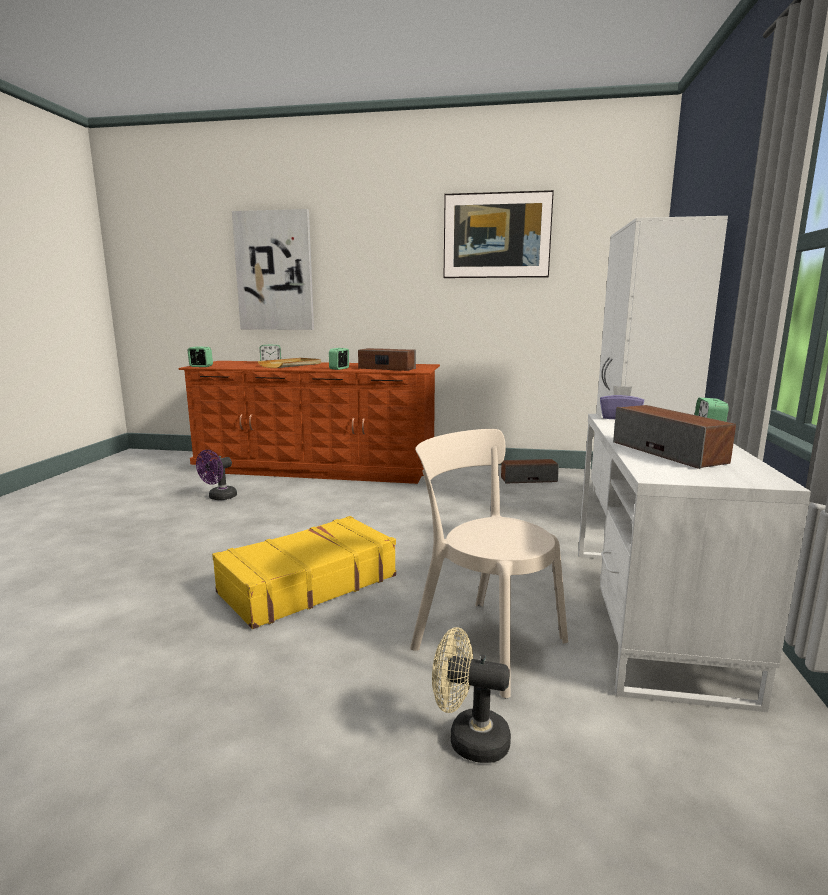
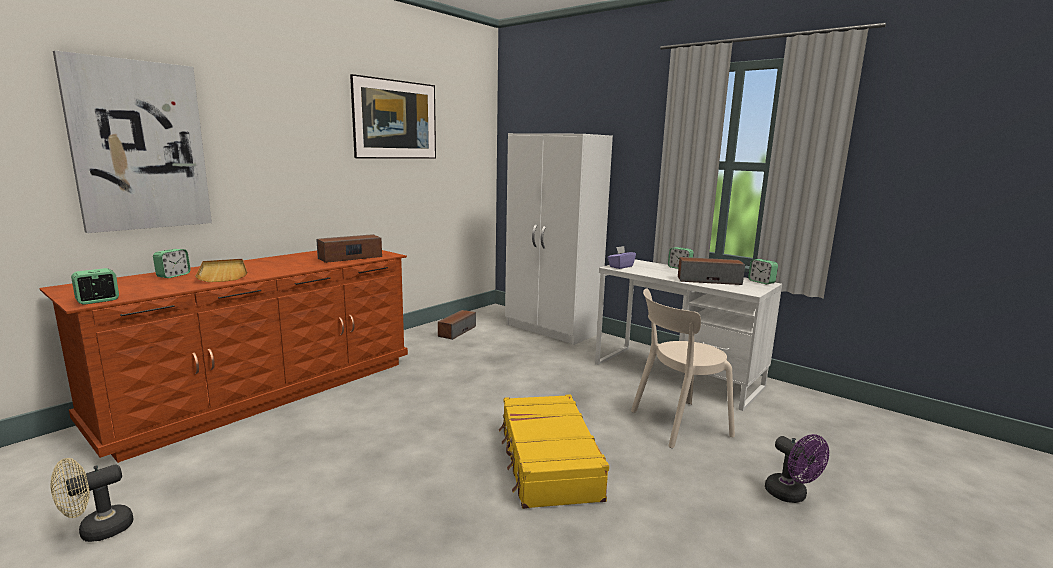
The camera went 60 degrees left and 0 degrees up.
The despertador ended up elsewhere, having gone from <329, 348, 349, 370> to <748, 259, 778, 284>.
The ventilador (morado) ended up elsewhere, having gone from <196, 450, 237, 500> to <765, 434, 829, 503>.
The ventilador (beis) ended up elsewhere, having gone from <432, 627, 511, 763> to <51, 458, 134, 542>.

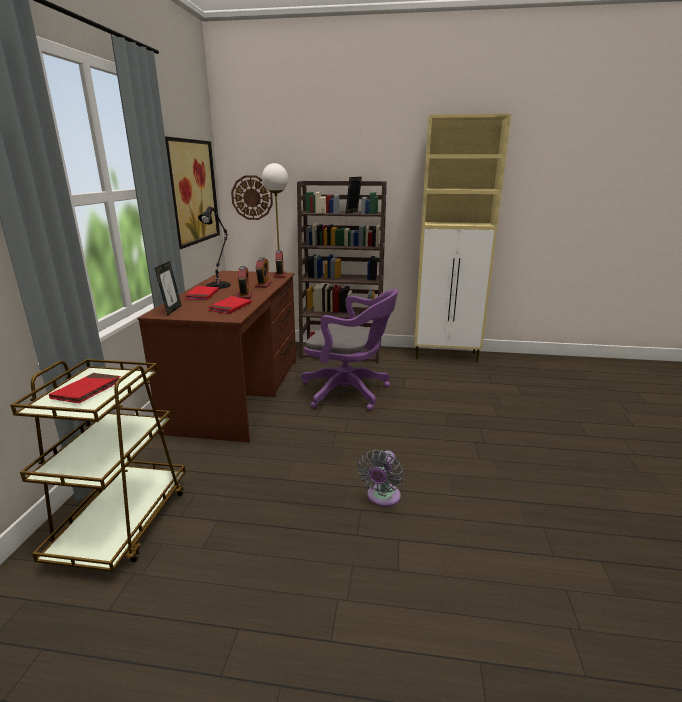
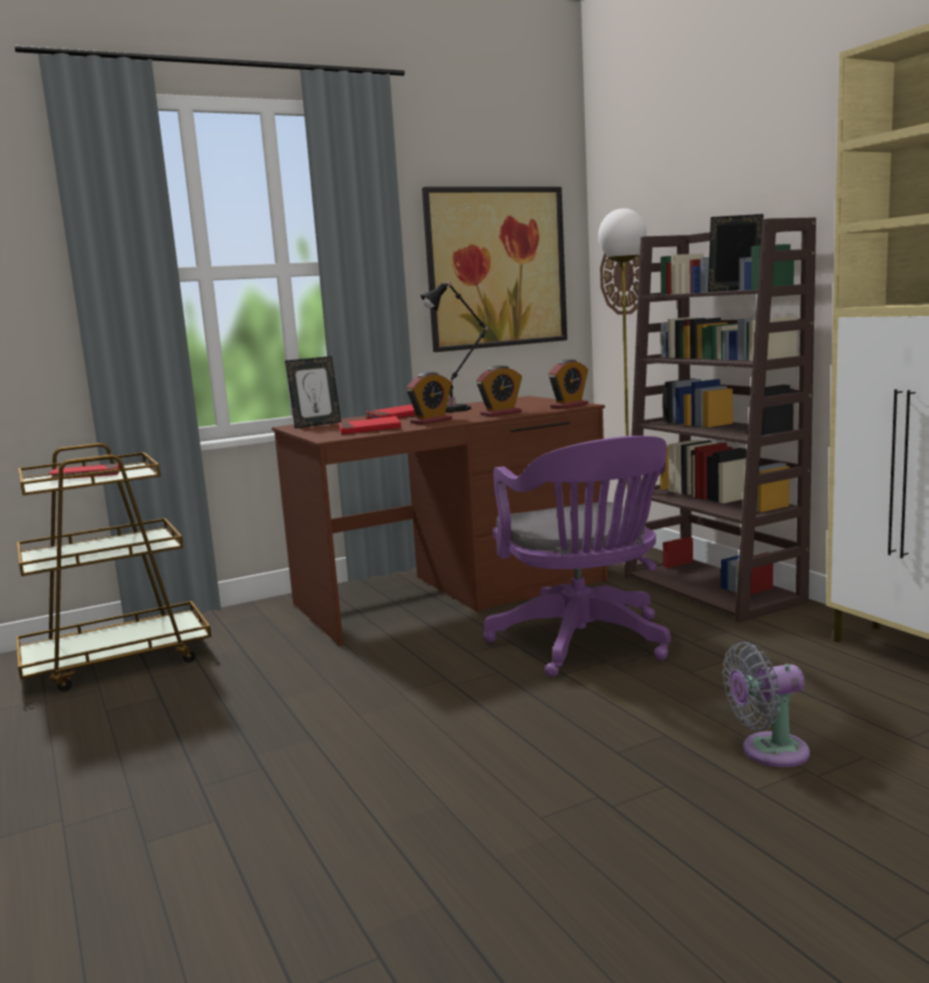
The camera went 55 degrees right and 10 degrees down.
The ventilador (gris) ended up elsewhere, having gone from <358, 450, 403, 507> to <722, 642, 810, 767>.

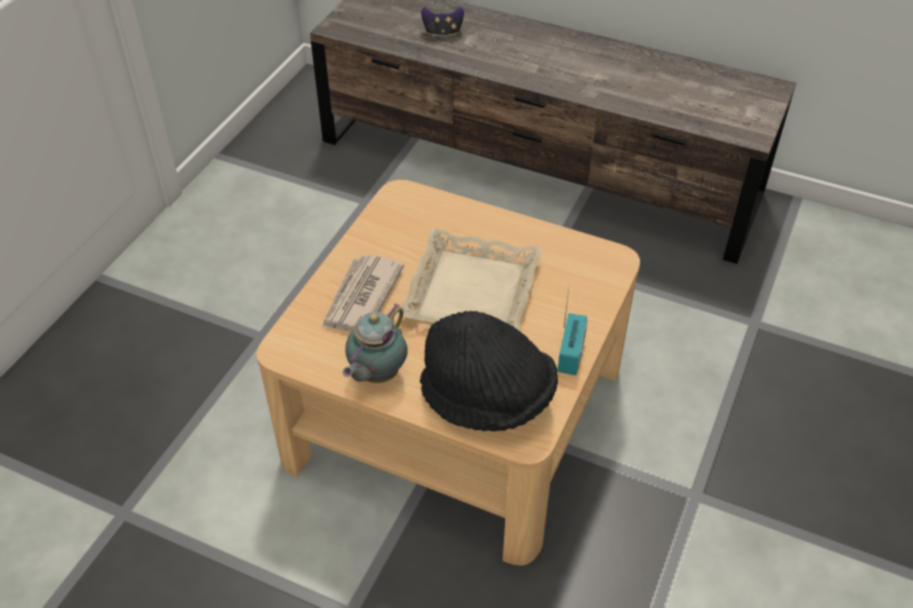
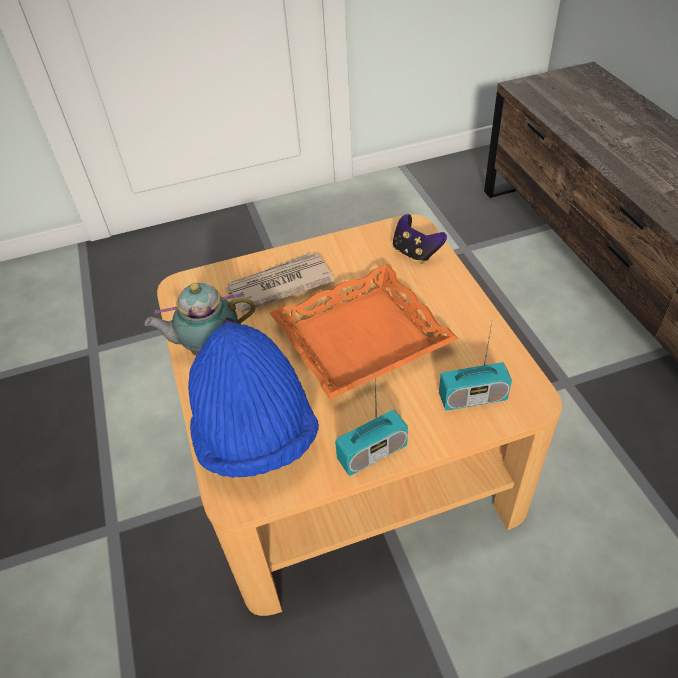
The camera went 50 degrees right and 0 degrees up.
The mando de consola ended up elsewhere, having gone from <421, 7, 464, 37> to <393, 214, 447, 264>.
What was the bandeja (beis) at <397, 228, 543, 330> turned into the bandeja (naranja) at <269, 264, 459, 400>.
What was the sombrero (negro) at <420, 311, 558, 431> turned into the sombrero (azul) at <188, 322, 319, 478>.
The second view gained the radio at <439, 323, 512, 411>.

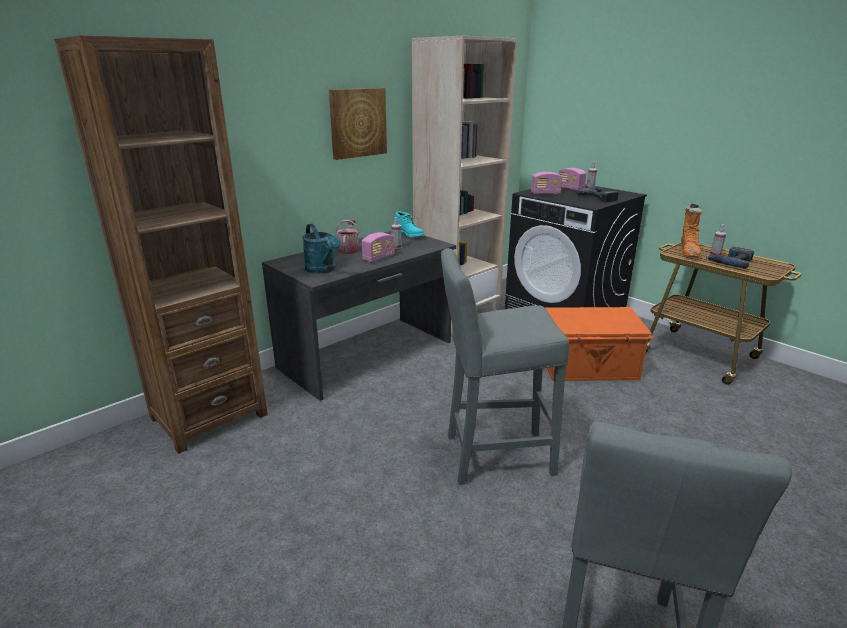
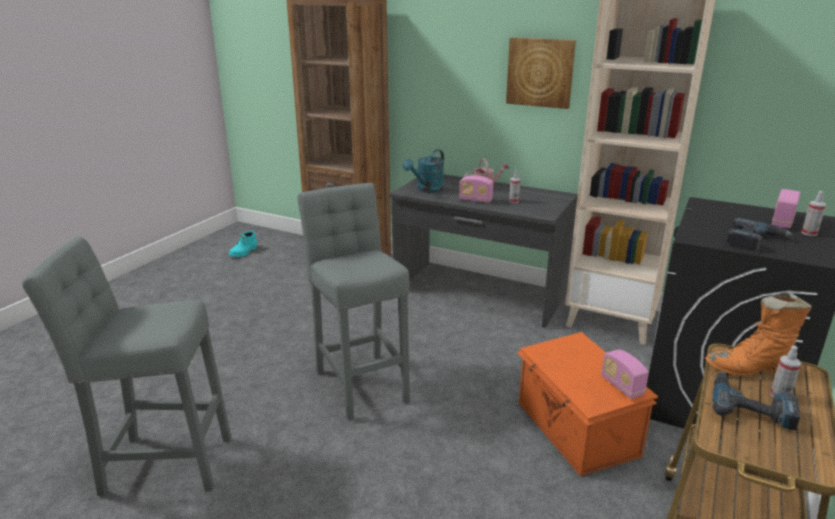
The camera went 70 degrees right and 0 degrees up.
The radio ended up elsewhere, having gone from <531, 172, 562, 195> to <601, 349, 649, 399>.
The bota (turquesa) ended up elsewhere, having gone from <396, 211, 424, 237> to <229, 231, 258, 257>.

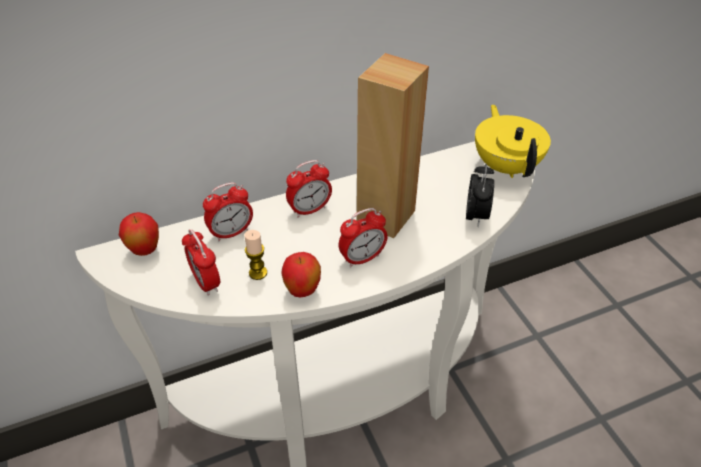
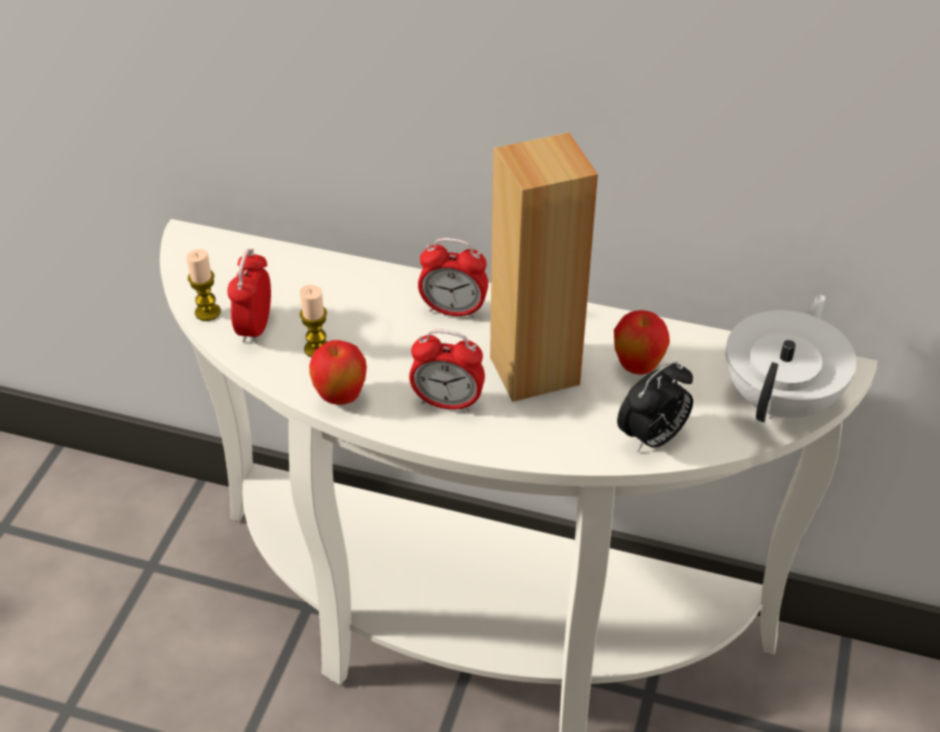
The camera went 40 degrees right and 0 degrees up.
What was the tetera (amarillo) at <475, 104, 551, 178> turned into the tetera (blanco) at <726, 294, 856, 422>.
The second view lost the despertador at <203, 183, 253, 241>.
The manzana ended up elsewhere, having gone from <119, 212, 159, 256> to <614, 310, 670, 375>.
The second view gained the vela at <186, 249, 221, 321>.

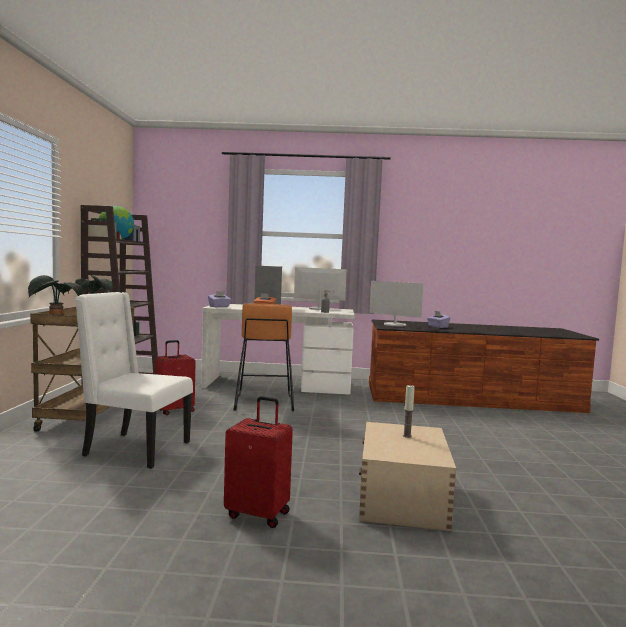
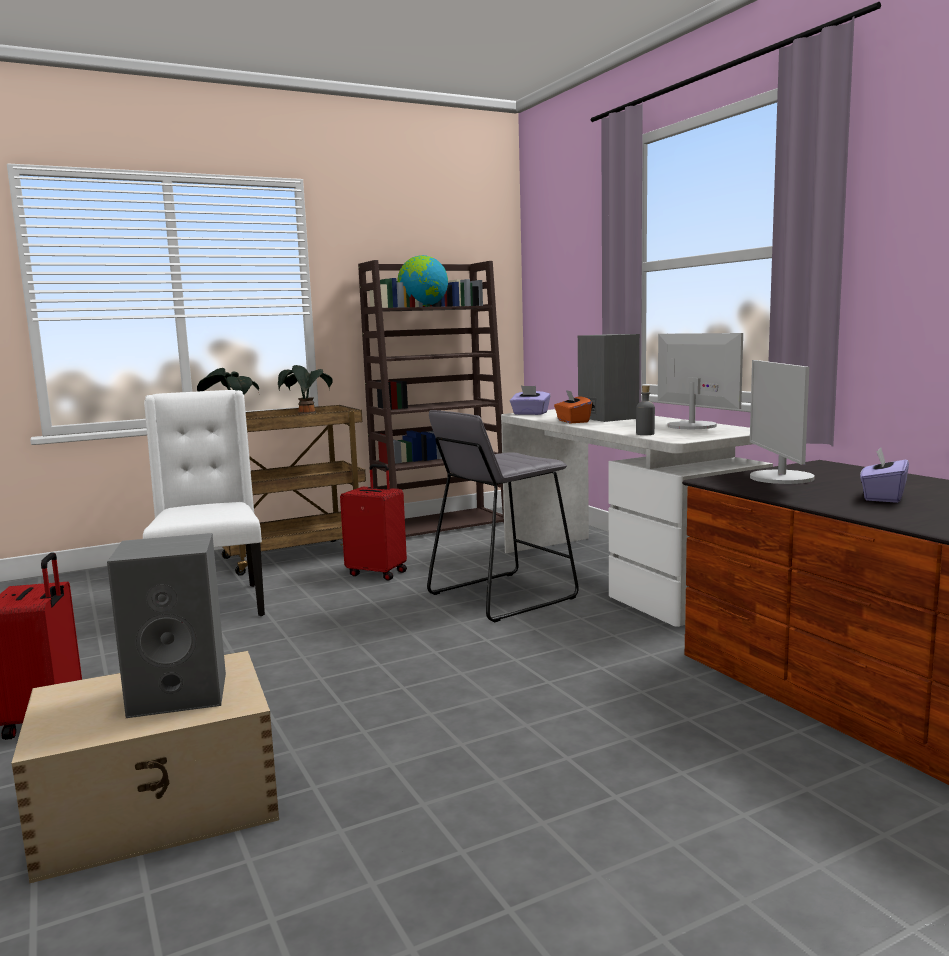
The camera went 60 degrees right and 5 degrees up.
What was the taburete (naranja) at <233, 304, 294, 411> turned into the taburete (gris) at <427, 410, 579, 622>.
Where the vela stood at <403, 385, 415, 438>, the altavoz (gris) came to stand at <107, 533, 226, 718>.

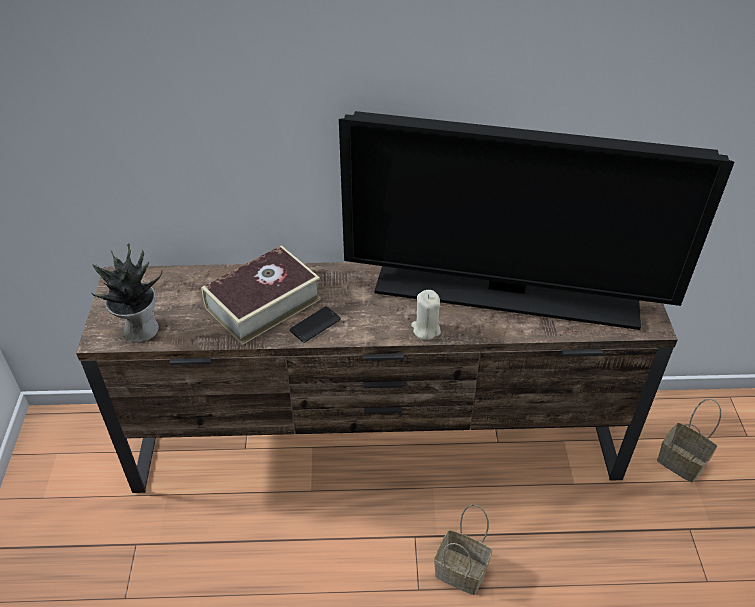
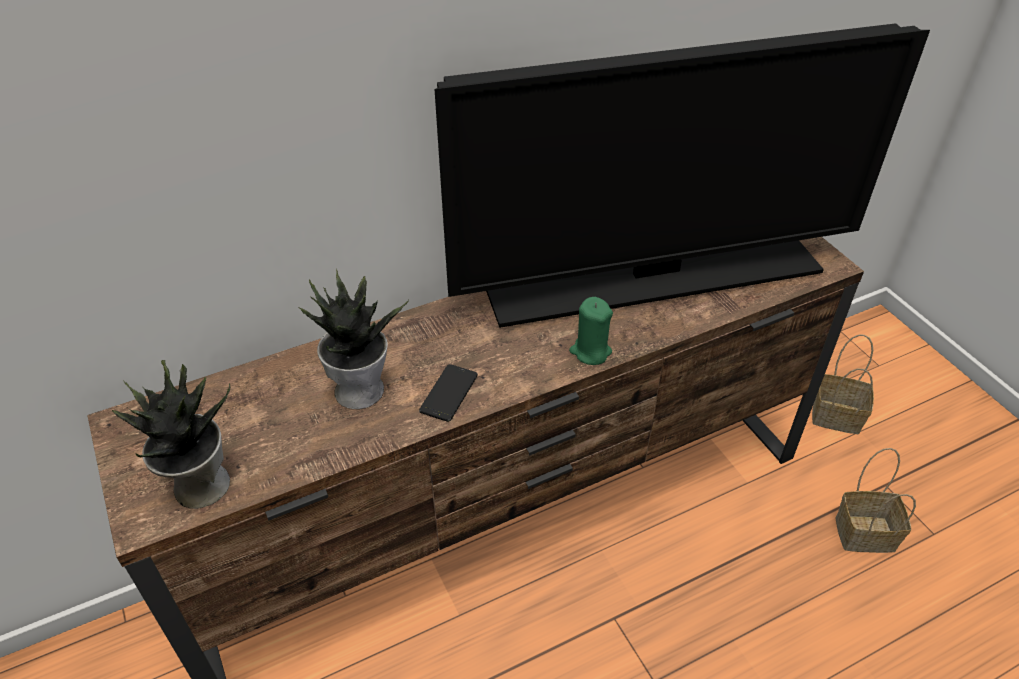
The camera went 25 degrees left and 0 degrees up.
Where the libro stood at <201, 245, 321, 345>, the planta en maceta came to stand at <299, 269, 409, 409>.
What was the vela (beis) at <411, 290, 441, 340> turned into the vela (verde) at <569, 297, 613, 365>.
The cesta ended up elsewhere, having gone from <434, 504, 492, 595> to <835, 448, 916, 553>.

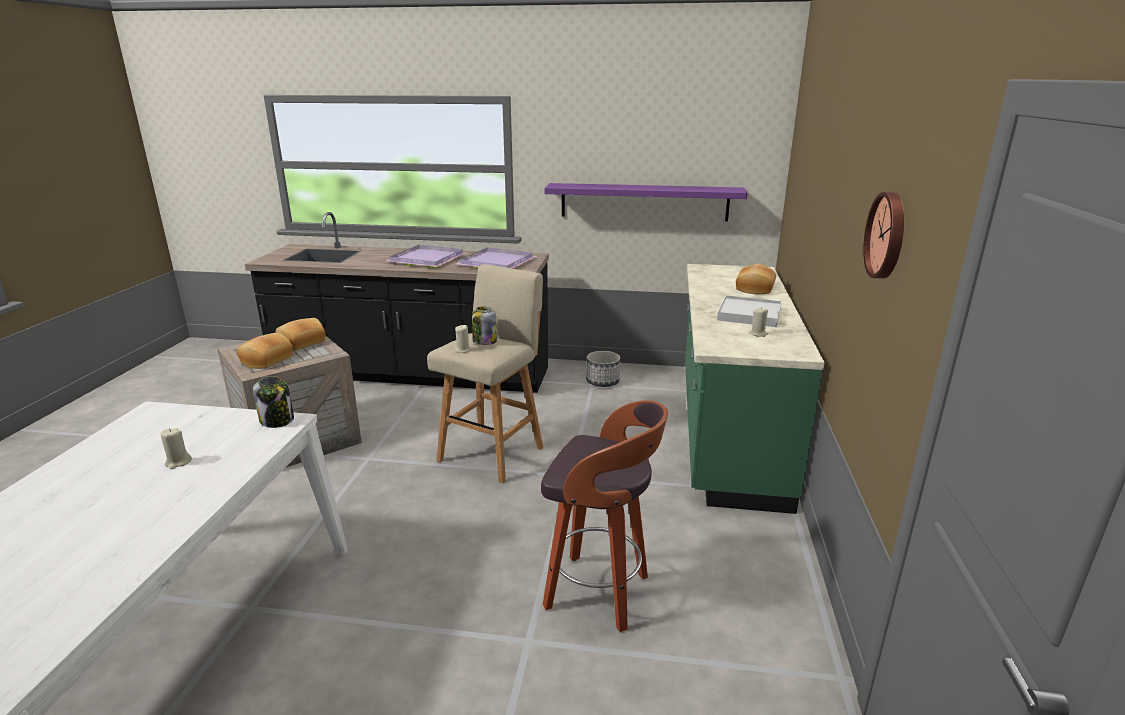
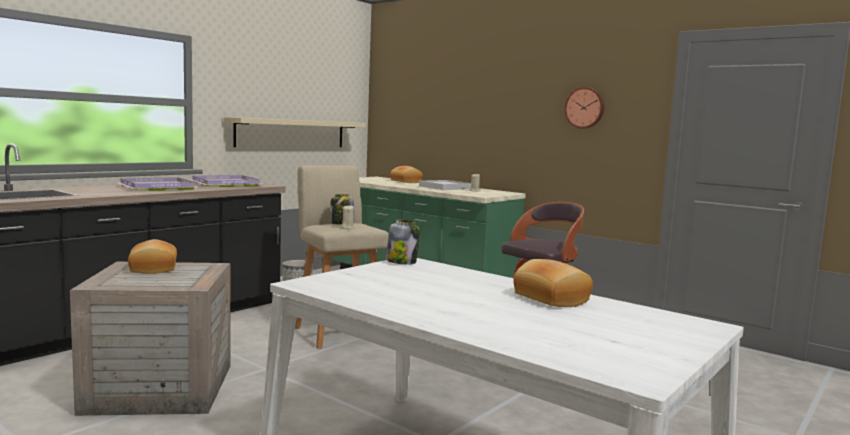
The camera went 60 degrees left and 15 degrees down.
What was the estante (morado) at <544, 183, 748, 221> turned into the estante (beis) at <224, 117, 366, 147>.
The pan ended up elsewhere, having gone from <237, 333, 293, 369> to <513, 259, 593, 307>.
The second view lost the vela (beis) at <160, 428, 192, 469>.

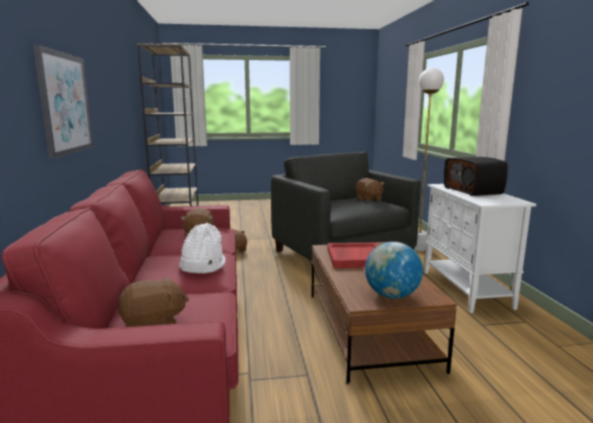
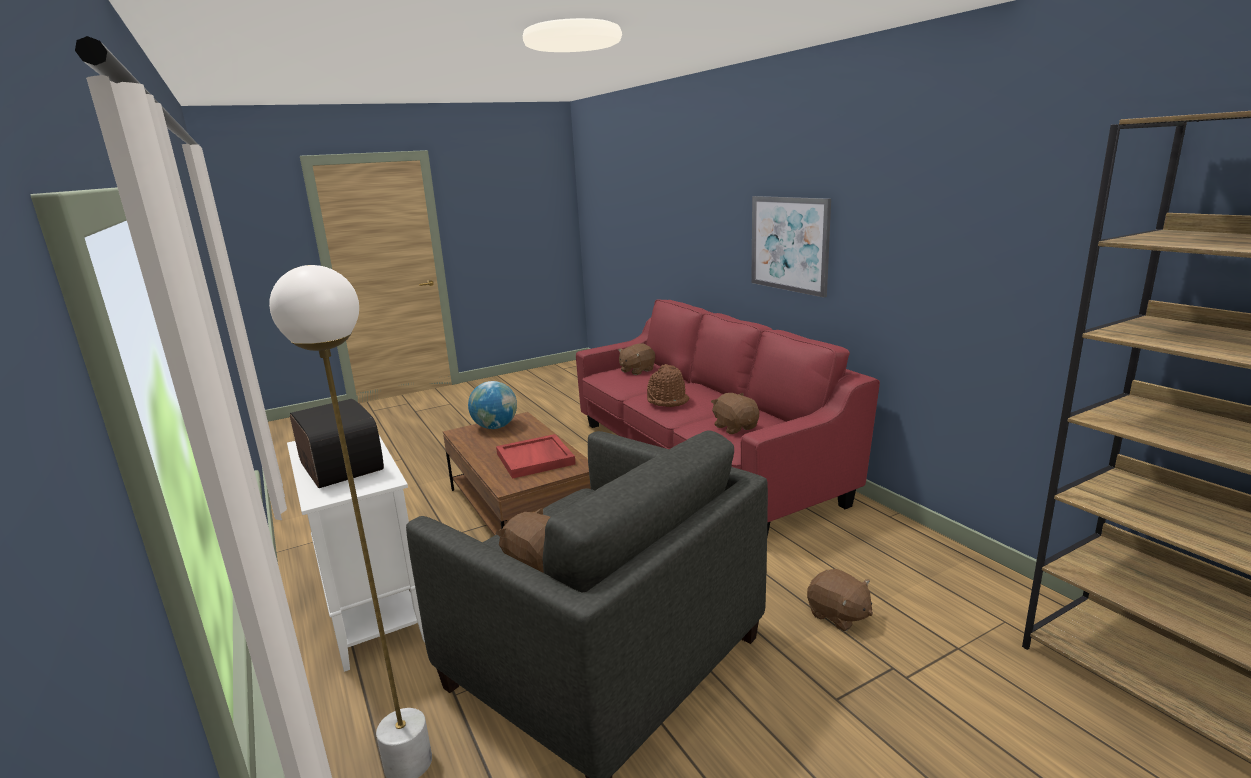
The camera went 160 degrees right and 5 degrees up.
What was the sombrero (blanco) at <179, 223, 226, 273> turned into the sombrero (marrón) at <647, 364, 689, 407>.

